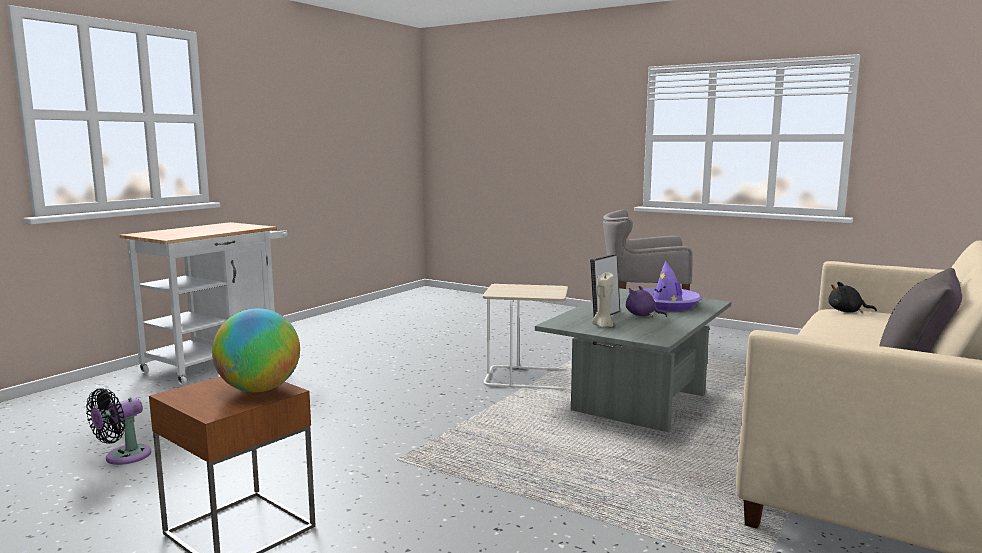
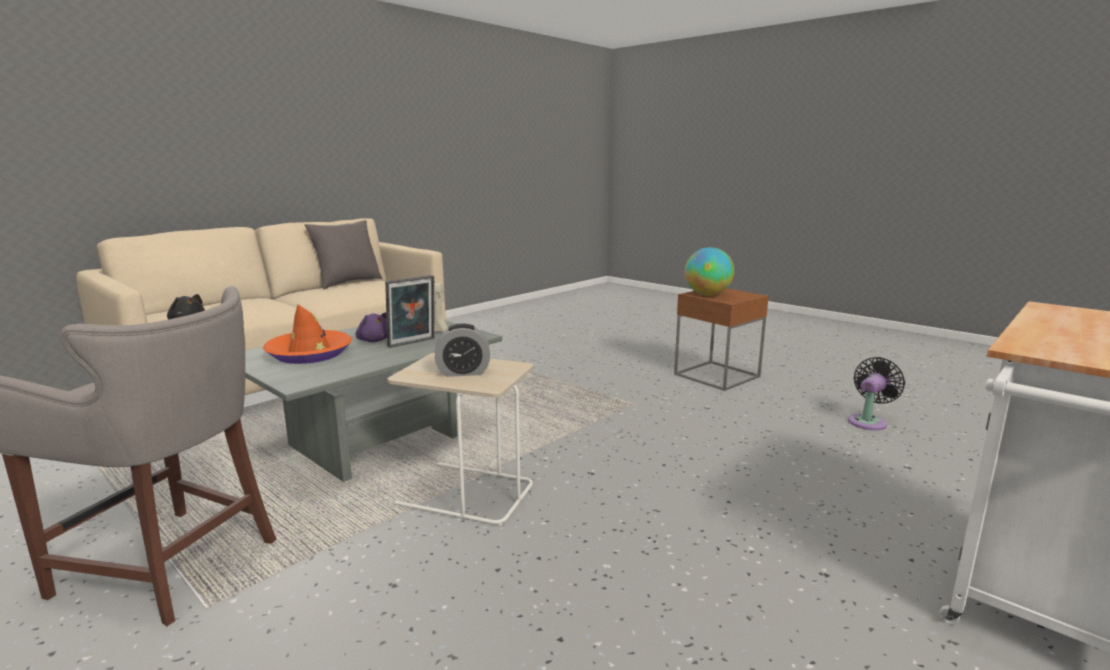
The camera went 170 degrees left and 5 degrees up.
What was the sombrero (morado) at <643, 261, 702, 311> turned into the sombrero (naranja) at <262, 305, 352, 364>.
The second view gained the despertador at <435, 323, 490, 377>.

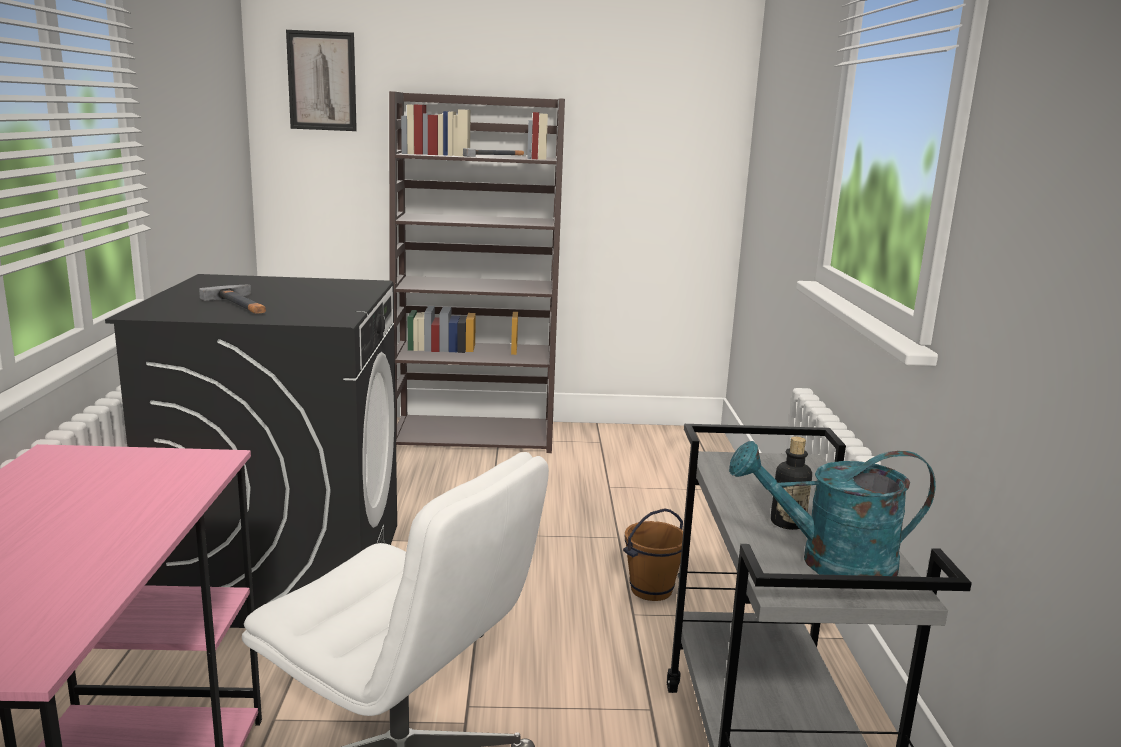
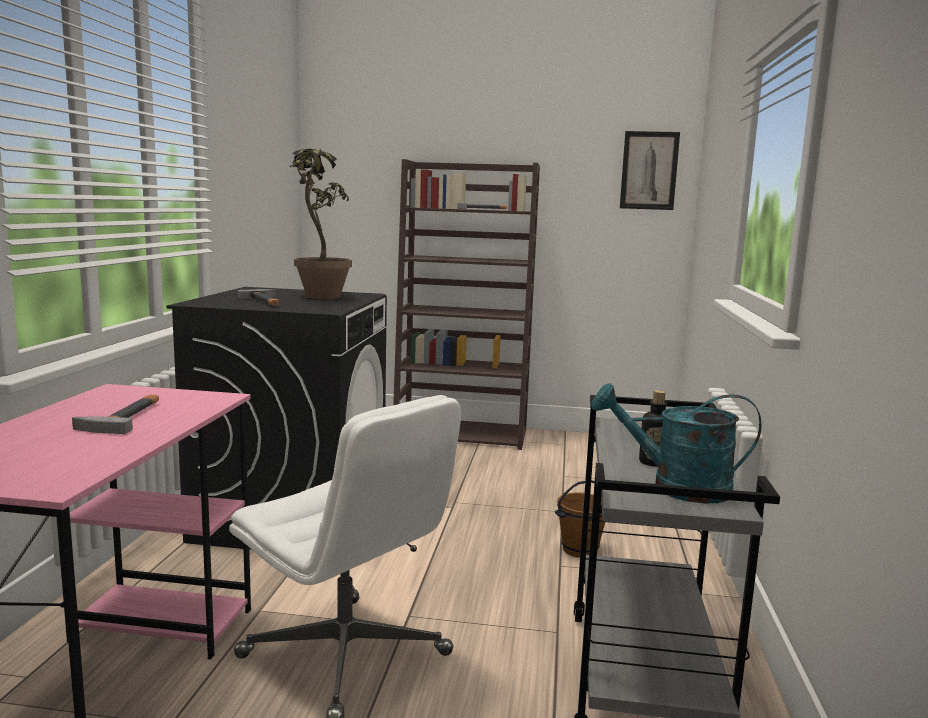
The camera went 10 degrees right and 5 degrees down.
The cuadro ended up elsewhere, having gone from <286, 30, 357, 131> to <620, 131, 680, 210>.
The second view gained the planta en maceta at <290, 146, 352, 299>.
The second view gained the martillo at <72, 395, 159, 434>.

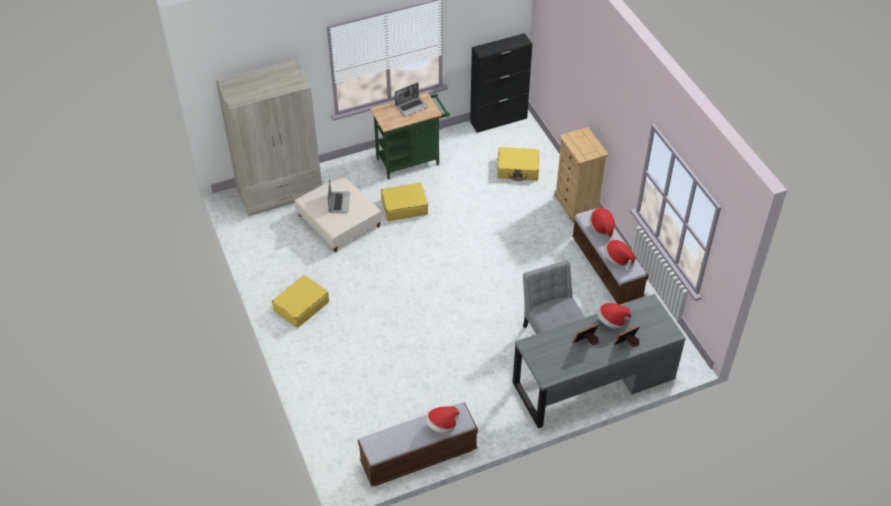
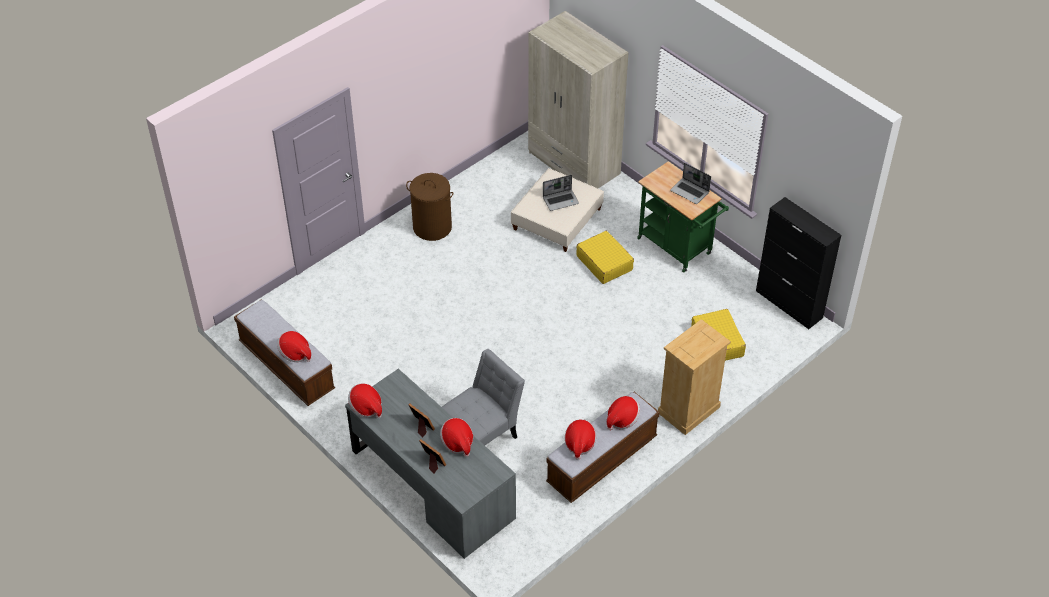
The camera went 70 degrees right and 0 degrees up.
Where the maleta (amarillo) stood at <272, 275, 329, 328>, the cesto de la ropa (marrón) came to stand at <406, 173, 453, 241>.
The second view gained the sombrero at <348, 383, 382, 418>.

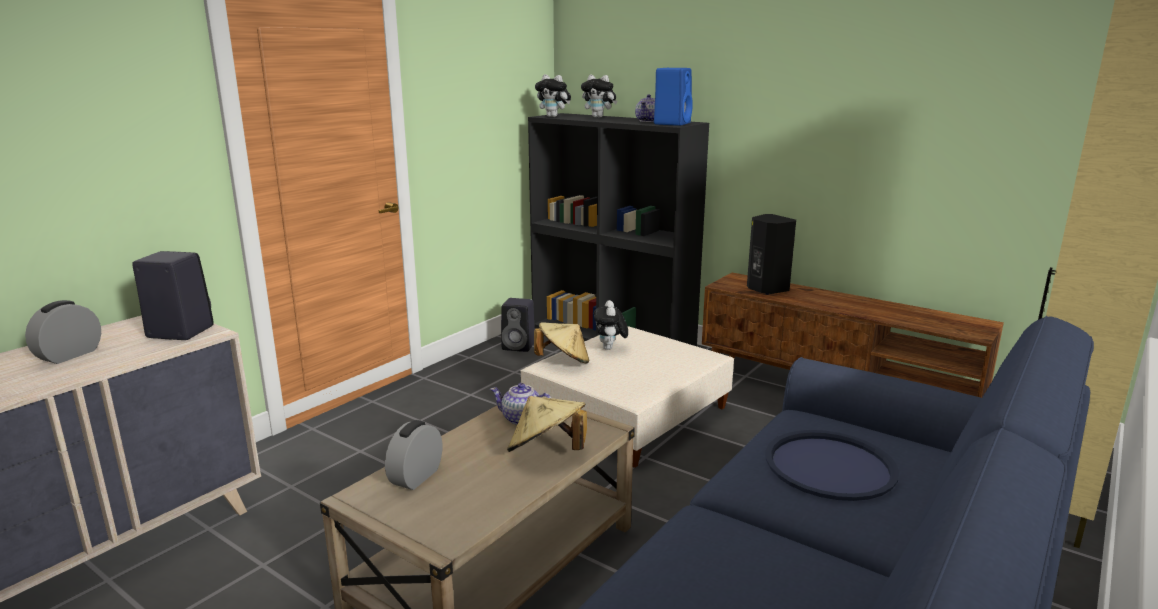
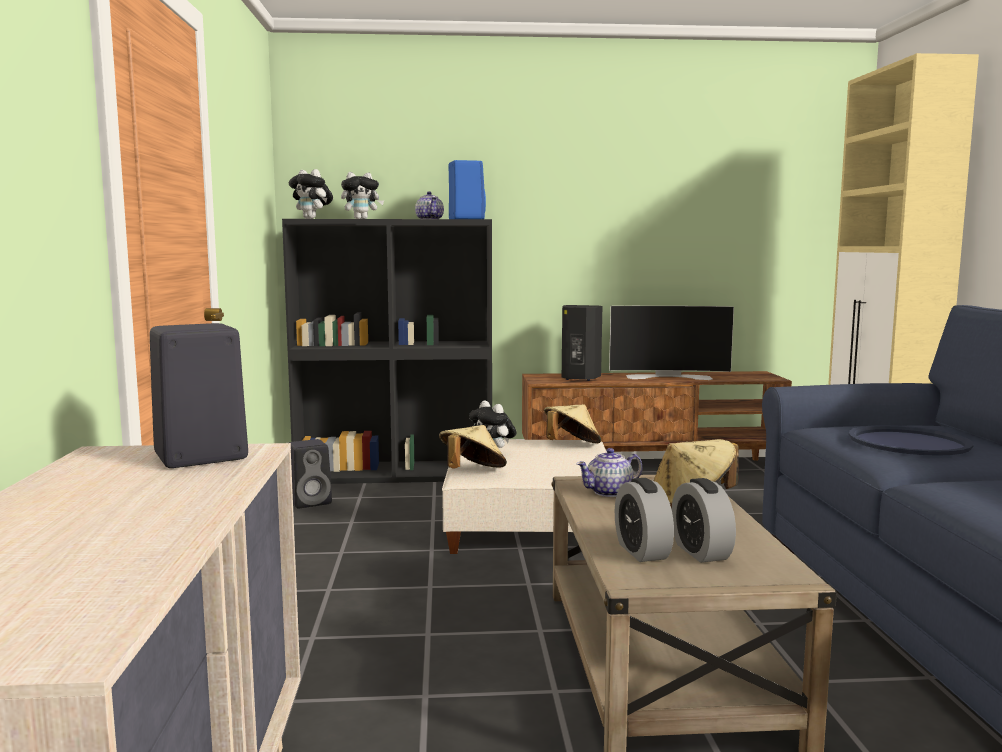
The camera went 40 degrees left and 10 degrees down.
The peluche at <535, 74, 571, 117> ended up facing another way, 45 degrees clockwise from before.
The despertador ended up elsewhere, having gone from <25, 300, 101, 364> to <671, 478, 736, 563>.
The second view gained the televisor at <609, 306, 734, 380>.
The second view gained the sombrero (beis) at <544, 404, 601, 443>.

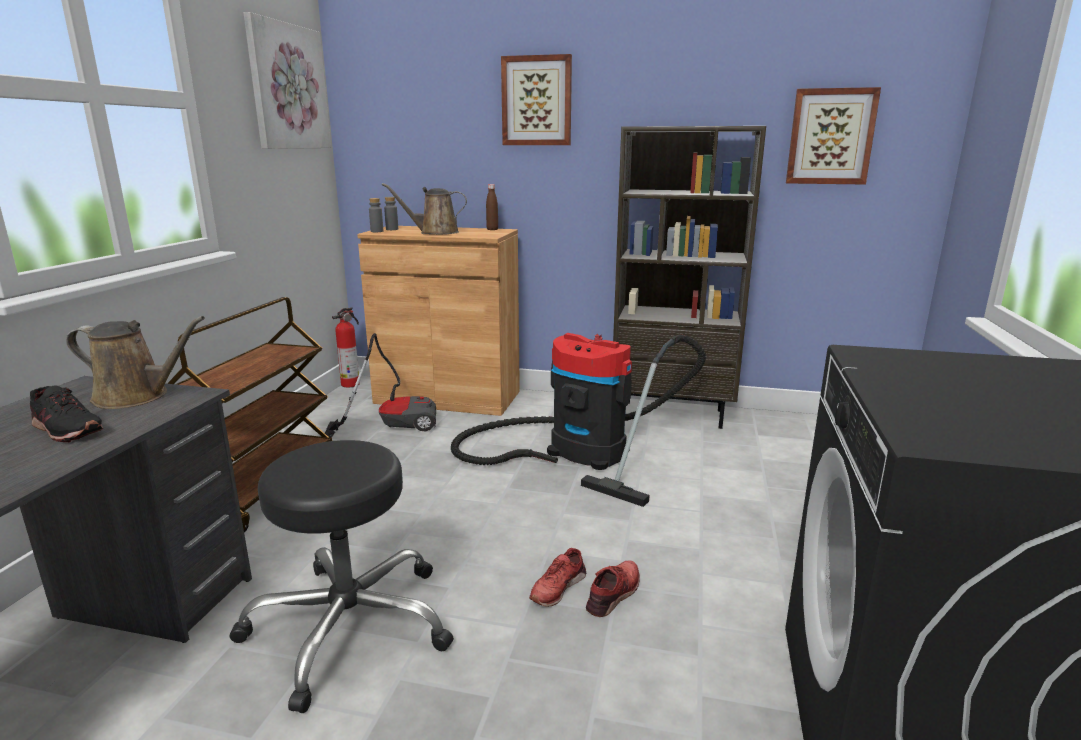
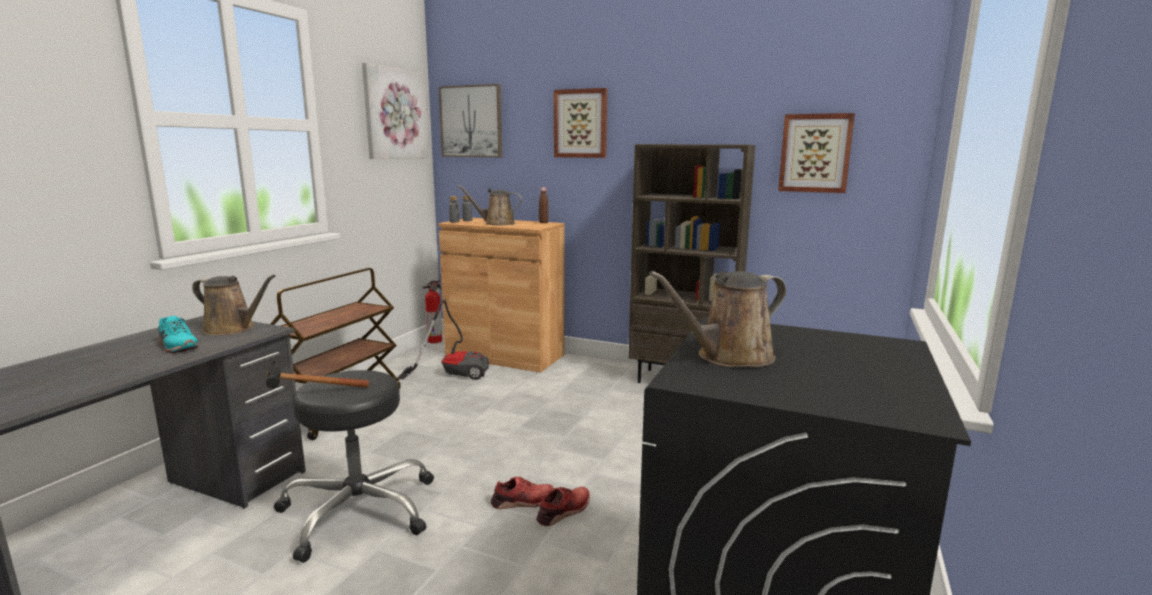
The camera went 10 degrees right and 5 degrees down.
The second view lost the aspiradora at <451, 333, 706, 507>.
What was the zapato (negro) at <30, 385, 103, 442> turned into the zapato (turquesa) at <158, 316, 198, 353>.
The zapato (rojo) at <529, 548, 586, 607> ended up facing another way, 150 degrees counterclockwise from before.
The second view gained the cuadro at <439, 84, 502, 157>.
The second view gained the regadera (marrón) at <649, 271, 786, 367>.
The second view gained the martillo at <266, 361, 369, 388>.

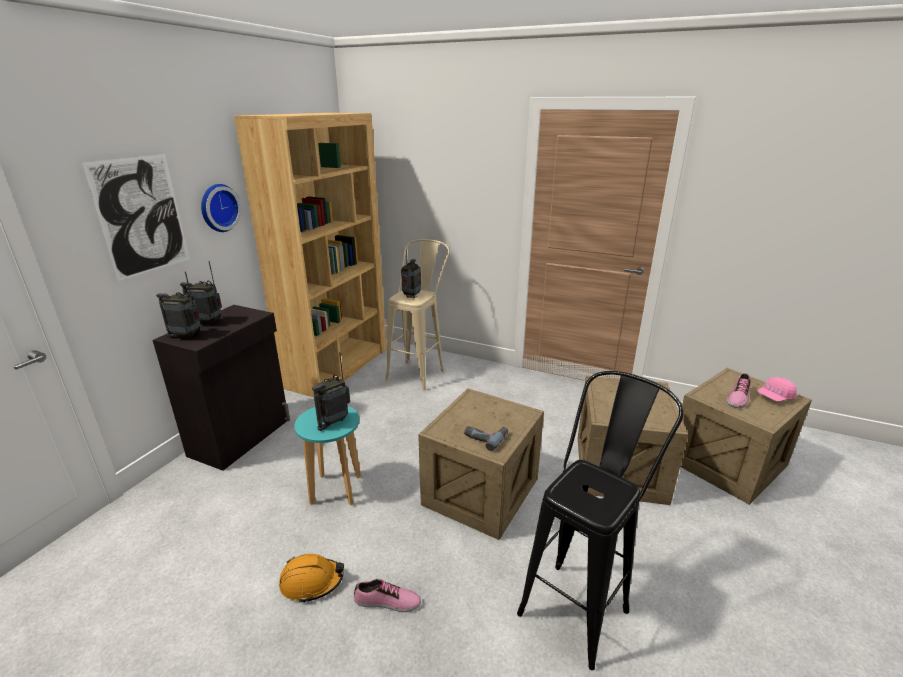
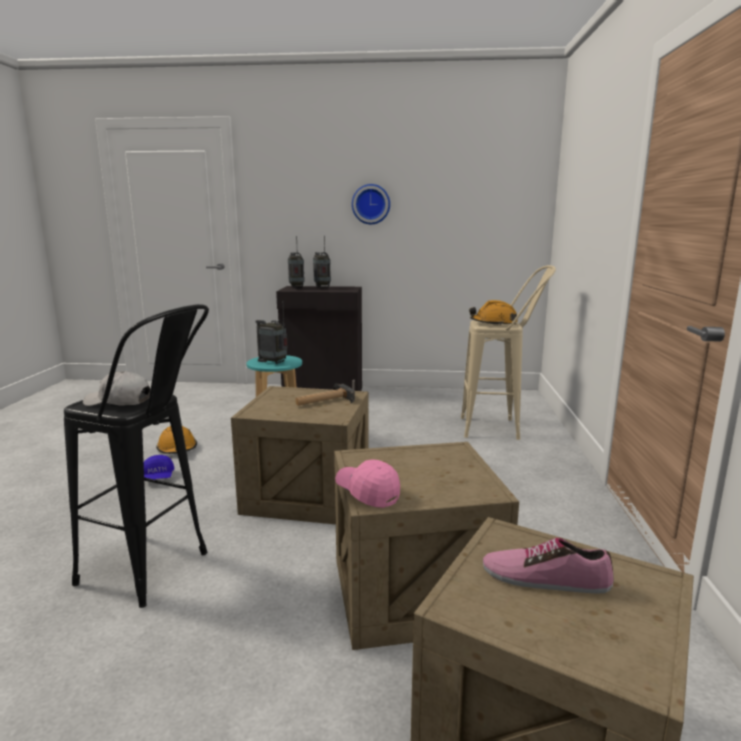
The camera went 70 degrees right and 10 degrees down.
The second view lost the estantería (marrón) at <234, 113, 387, 398>.
The second view lost the cuadro at <82, 154, 189, 281>.
Where the radio stood at <401, 249, 421, 298>, the casco (naranja) came to stand at <469, 300, 518, 326>.
The gorra (rosa) ended up elsewhere, having gone from <757, 377, 797, 401> to <335, 459, 400, 508>.
The second view lost the taladro at <464, 426, 508, 451>.
Where the zapato stood at <354, 579, 421, 612>, the gorra (azul) came to stand at <144, 455, 174, 480>.
The second view gained the gorra (blanco) at <83, 371, 151, 406>.
The second view gained the martillo at <295, 383, 355, 406>.

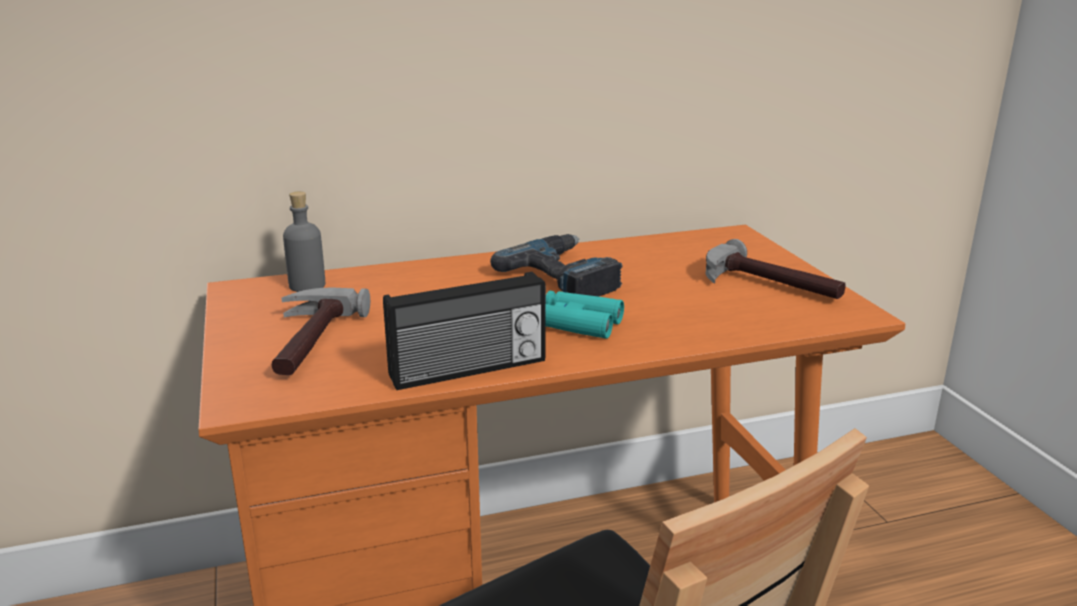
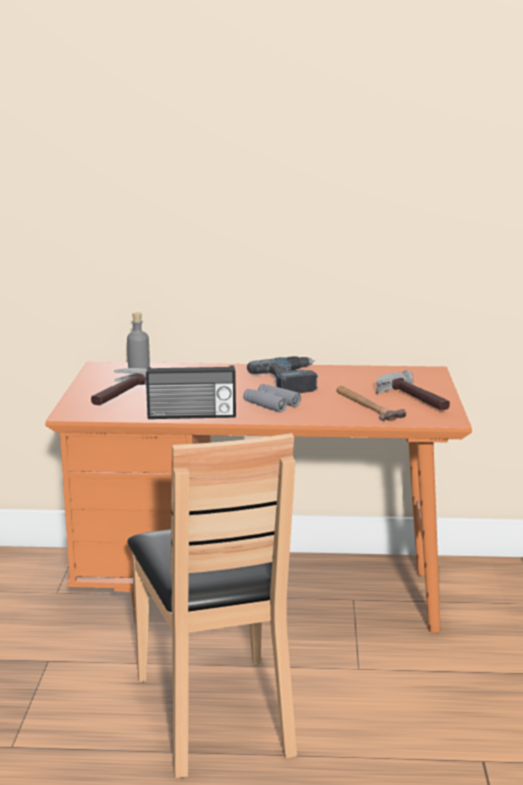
The camera went 20 degrees right and 5 degrees down.
What was the prismáticos (turquesa) at <546, 291, 624, 339> turned into the prismáticos (gris) at <243, 384, 301, 412>.
The second view gained the martillo at <337, 386, 406, 421>.

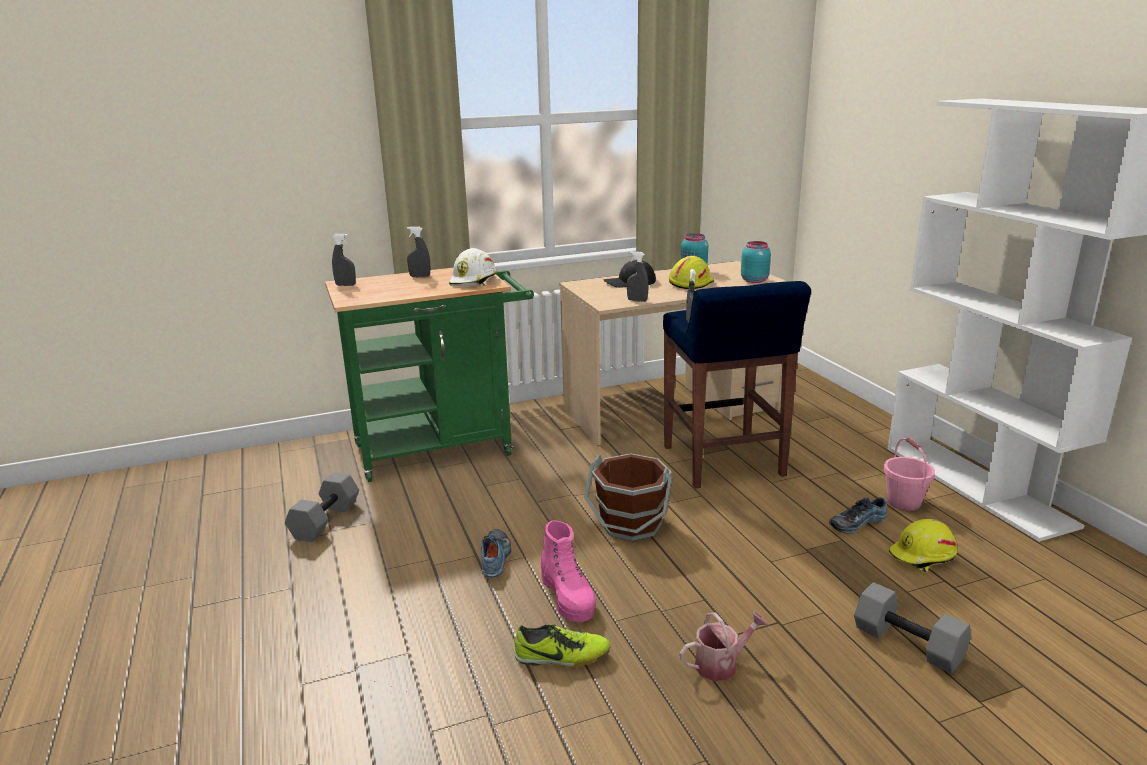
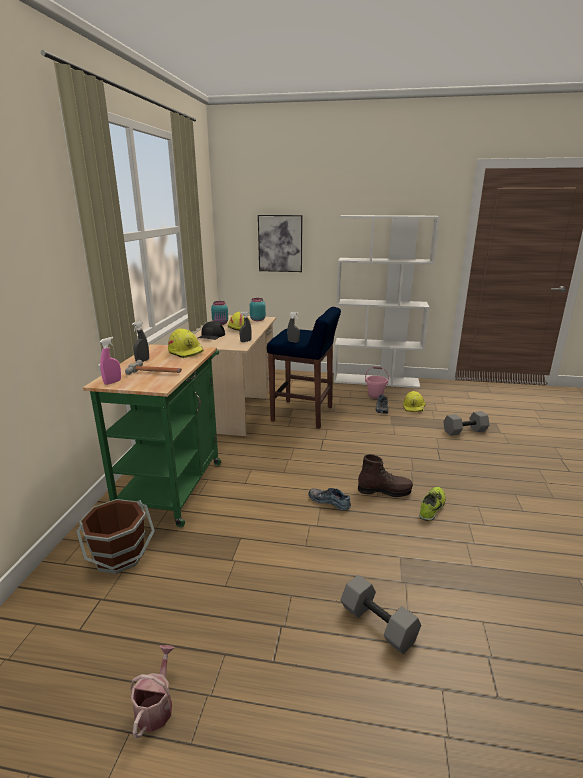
The camera went 60 degrees left and 0 degrees up.
What was the pulverizador (gris) at <332, 234, 356, 286> turned into the pulverizador (rosa) at <100, 337, 121, 385>.
What was the casco (blanco) at <449, 248, 497, 287> turned into the casco (amarillo) at <168, 329, 204, 358>.
The cubo (marrón) ended up elsewhere, having gone from <584, 453, 672, 541> to <76, 499, 155, 574>.
The mancuerna (gris) ended up elsewhere, having gone from <285, 472, 359, 542> to <340, 575, 421, 654>.
What was the bota (rosa) at <541, 520, 596, 622> turned into the bota (marrón) at <358, 454, 413, 497>.
The regadera ended up elsewhere, having gone from <680, 612, 768, 681> to <130, 645, 175, 738>.
The second view gained the cuadro at <258, 215, 303, 272>.
The second view gained the martillo at <125, 360, 182, 375>.

